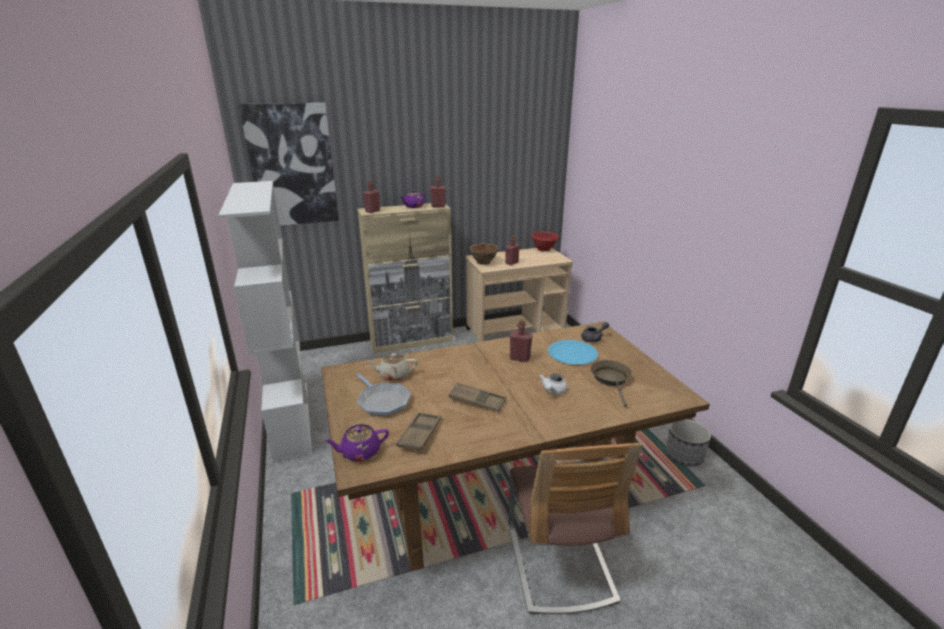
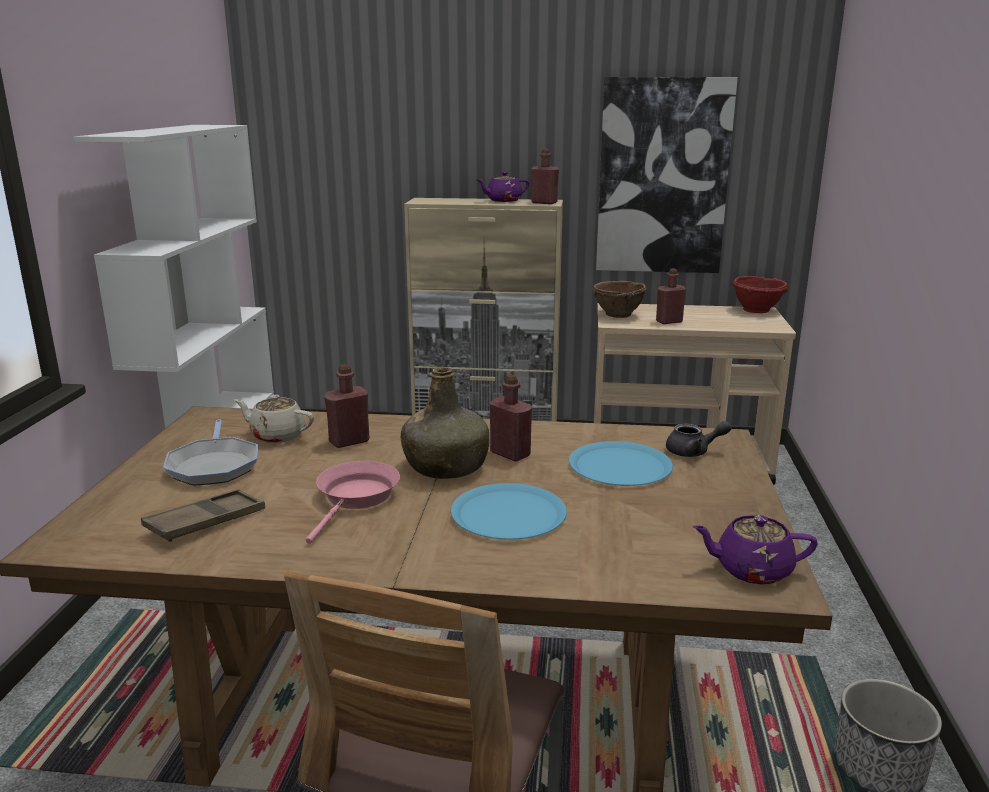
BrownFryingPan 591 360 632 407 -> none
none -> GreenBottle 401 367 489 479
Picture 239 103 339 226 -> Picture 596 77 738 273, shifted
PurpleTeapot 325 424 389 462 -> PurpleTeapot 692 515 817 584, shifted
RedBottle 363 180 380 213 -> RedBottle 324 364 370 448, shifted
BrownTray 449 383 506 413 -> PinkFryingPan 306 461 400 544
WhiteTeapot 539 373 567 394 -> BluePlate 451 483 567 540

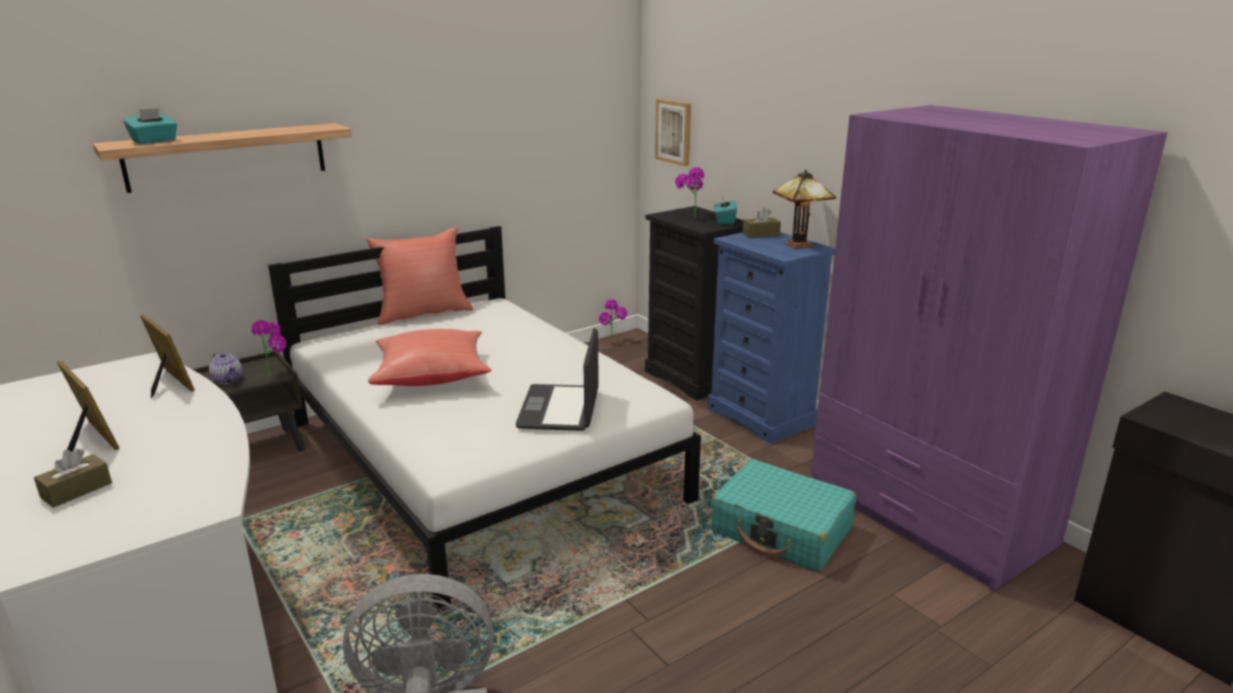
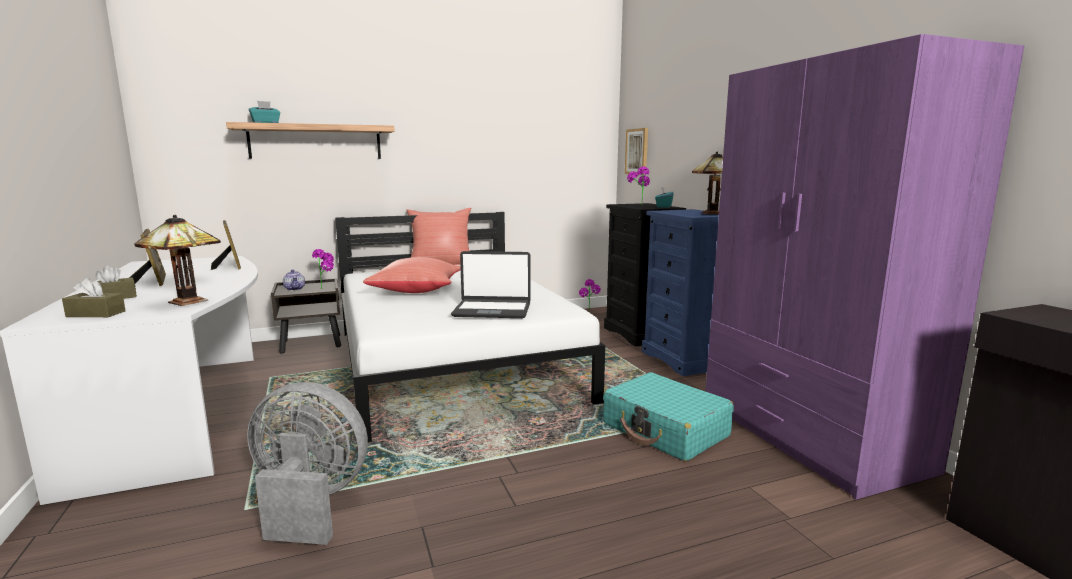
none -> TableLamp 134 214 221 306
BrownTissueBox 742 207 781 238 -> BrownTissueBox 62 278 125 317, shifted
Laptop 515 328 599 431 -> Laptop 451 251 531 318, 105 degrees counterclockwise

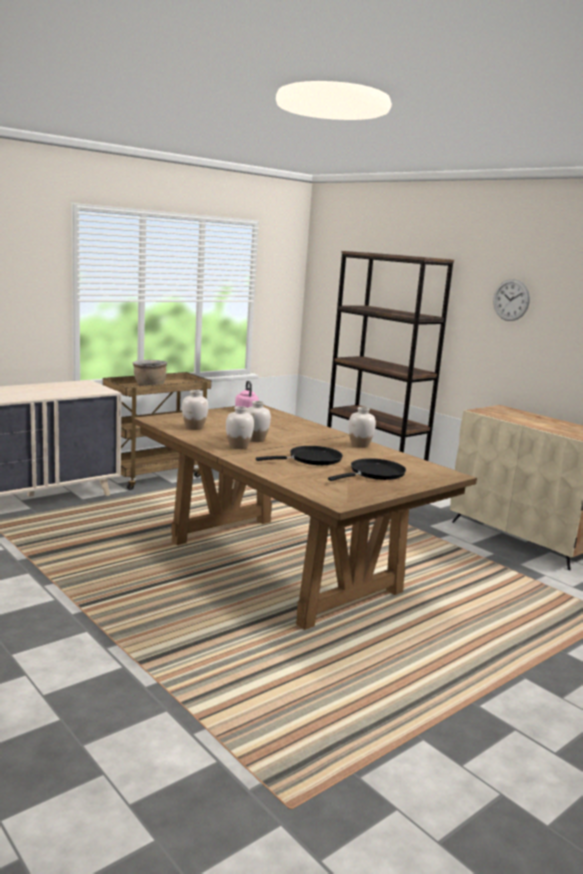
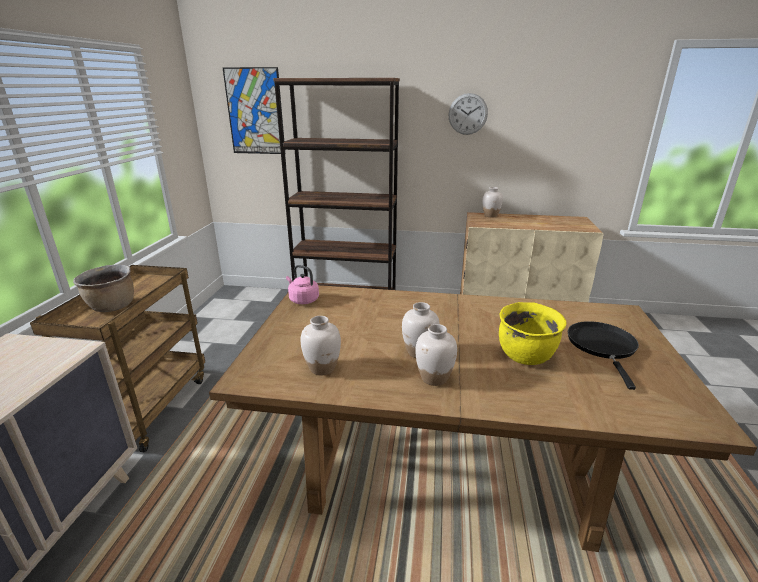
none -> Picture 222 67 284 154
WhiteVase 349 407 376 448 -> WhiteVase 482 187 503 217, shifted
BlackFryingPan 256 446 343 465 -> YellowCookingPot 499 302 567 365

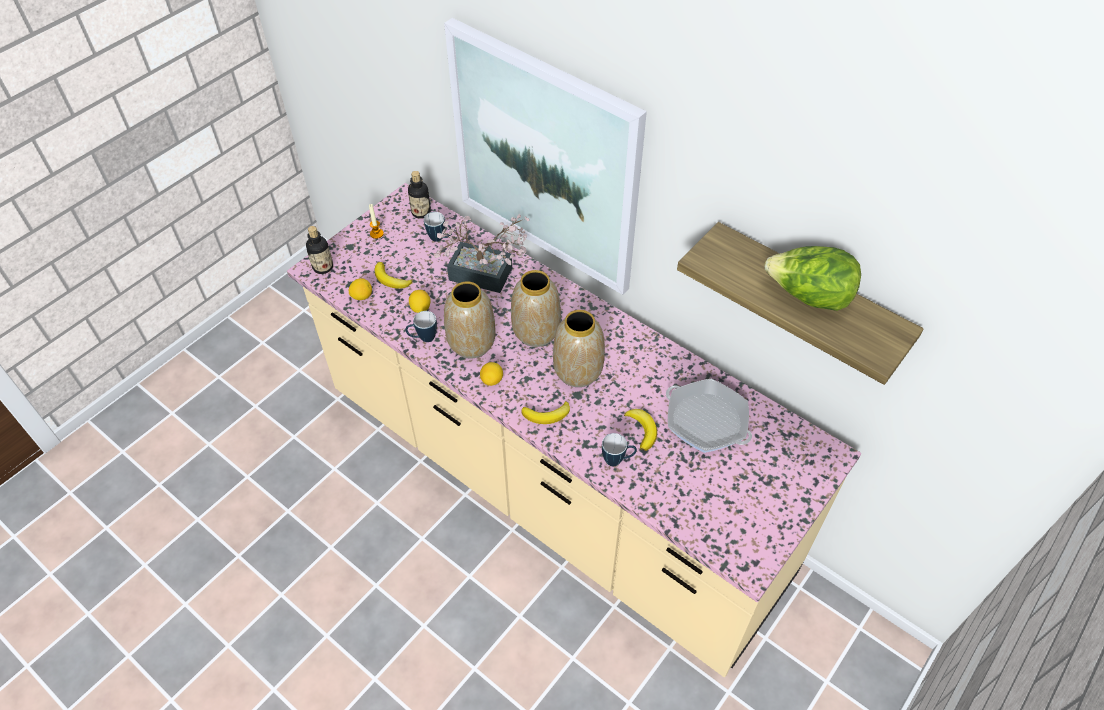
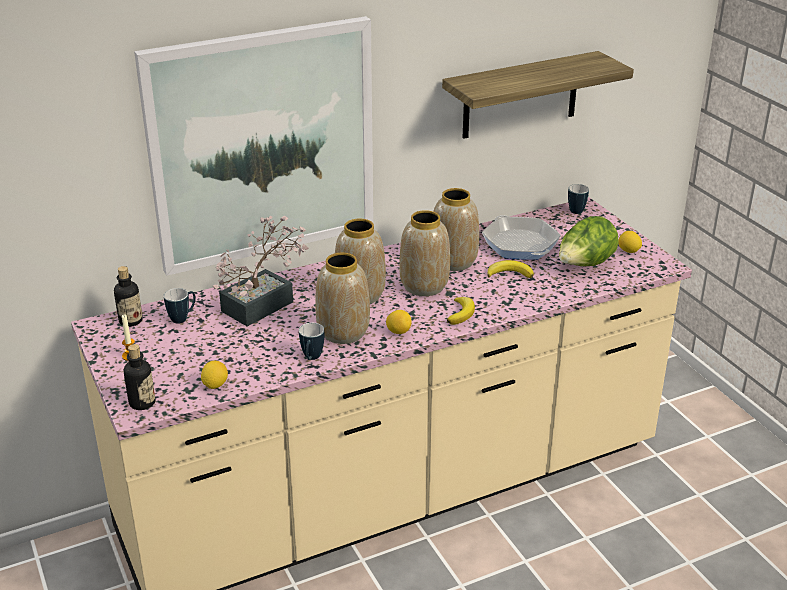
Banana 375 262 413 289 -> none
none -> Vase 433 188 479 271
Lemon 409 290 431 313 -> Lemon 618 231 642 253, shifted
Mug 602 433 637 466 -> Mug 568 184 589 214, shifted
Lettuce 764 246 861 311 -> Lettuce 559 216 619 266, shifted
FryingPan 666 378 752 453 -> FryingPan 482 215 561 260, 90 degrees counterclockwise

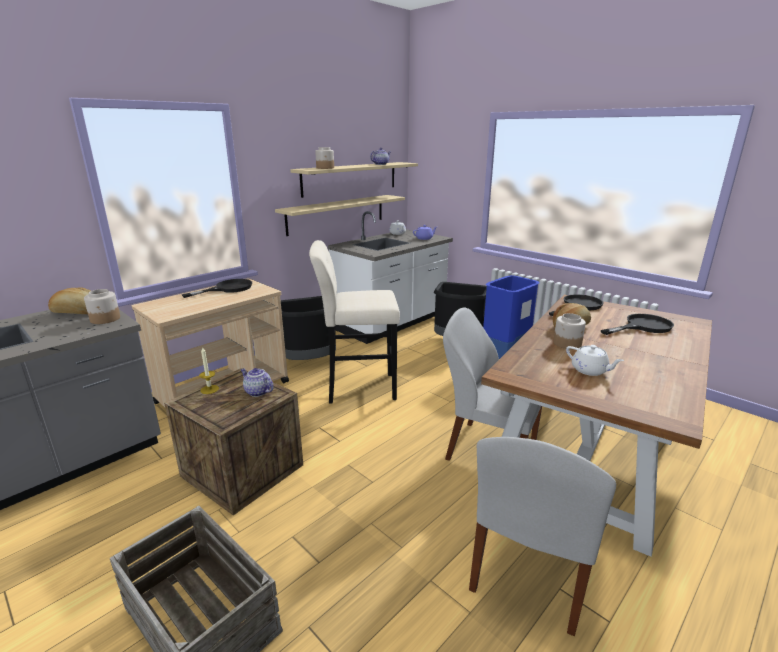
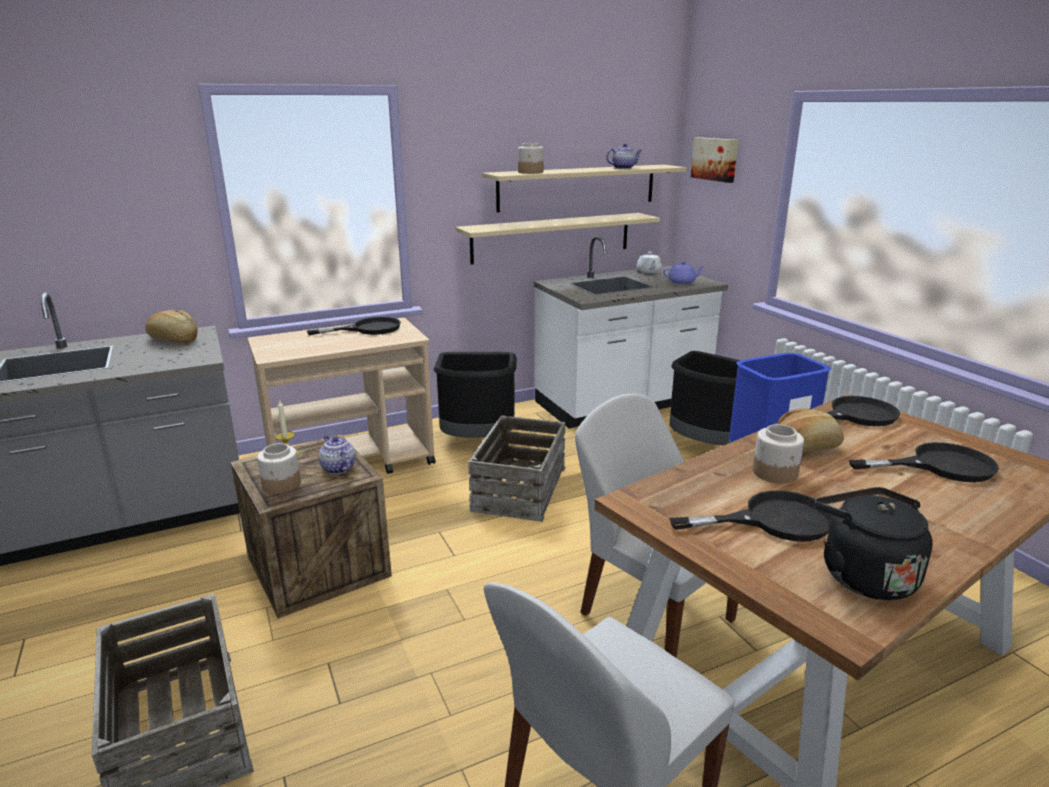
none -> Picture 691 137 738 183
none -> BlackKettle 815 487 933 600
Jar 84 289 120 324 -> Jar 257 443 301 494, shifted
BeigeStool 309 240 400 404 -> Crate 468 416 565 522
WhiteTeapot 566 345 624 376 -> BlackFryingPan 669 490 833 542

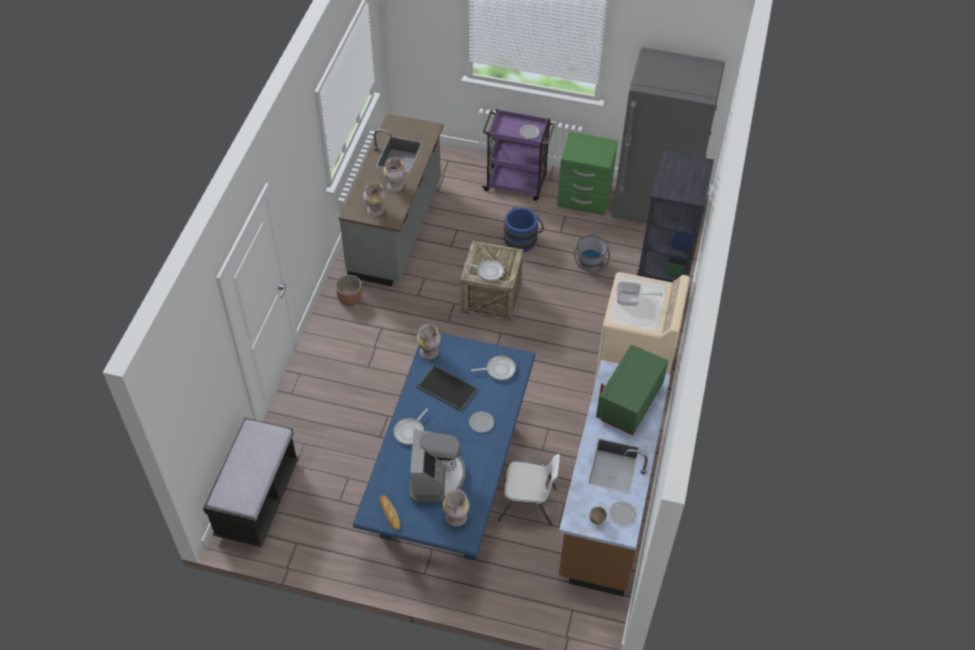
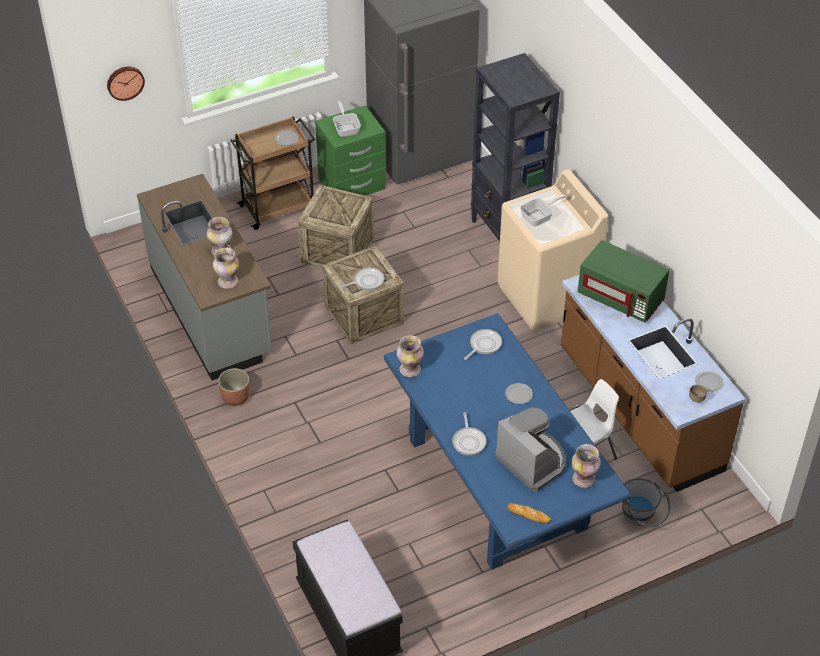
Tray 417 365 478 411 -> none
none -> WallClock 107 67 145 101
none -> FryingPan 333 101 361 137
GreyBucket 574 235 610 272 -> GreyBucket 622 478 670 527, shifted
BlueBucket 504 207 544 253 -> Crate 298 185 374 268
PurpleCart 482 109 555 201 -> BrownCart 230 116 315 230
GreenMicrowave 596 344 668 435 -> GreenMicrowave 578 240 669 323, 45 degrees counterclockwise

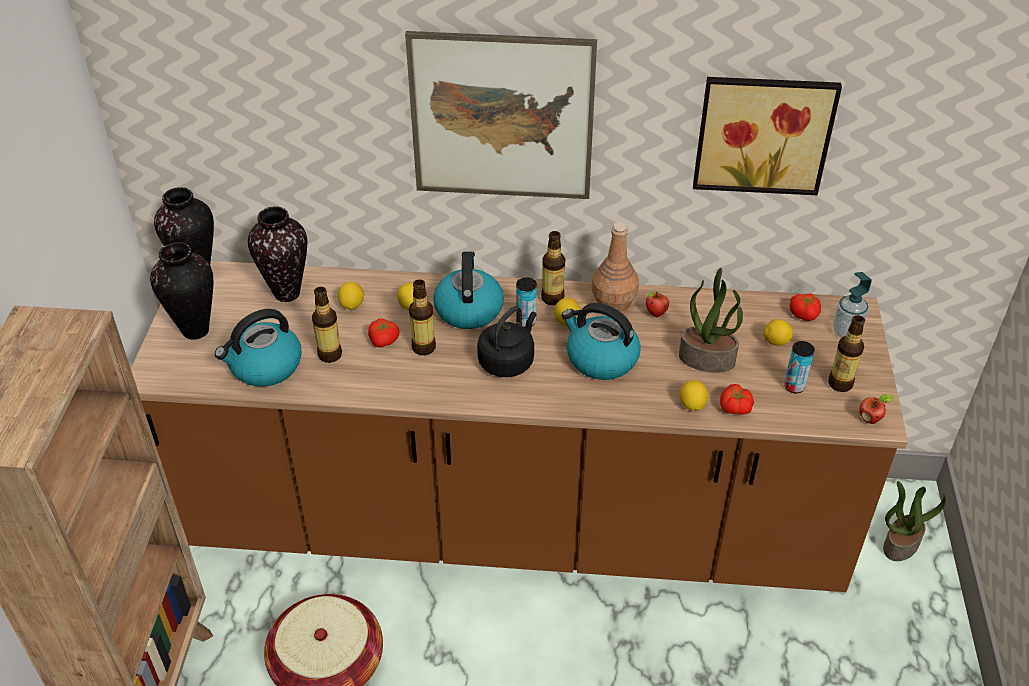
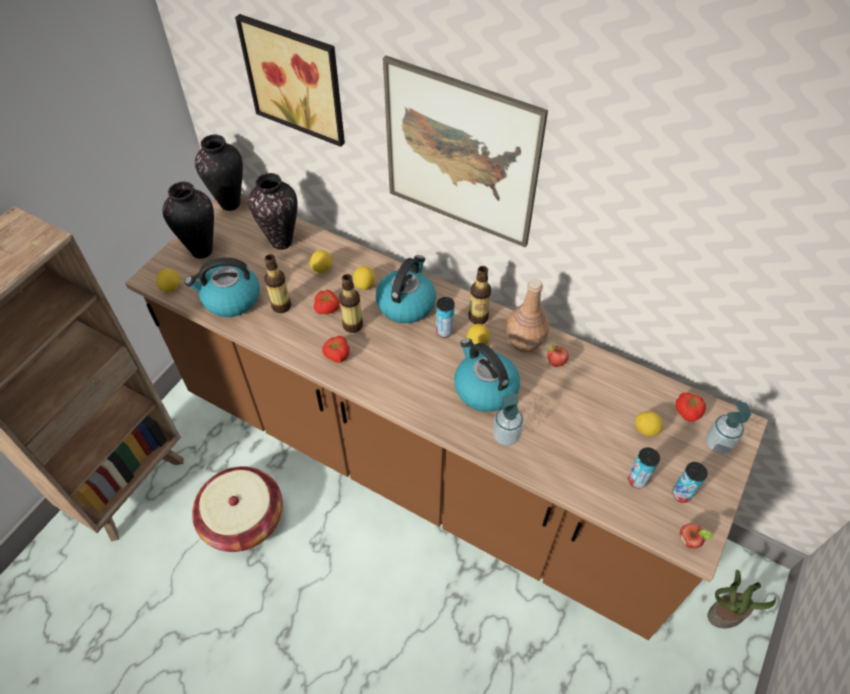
BlackKettle 477 306 537 377 -> none
PottedPlant 679 268 743 373 -> none
none -> SoapDispenser 493 393 523 446
Lemon 680 380 708 411 -> Lemon 157 269 180 293, shifted
Picture 693 77 842 195 -> Picture 235 14 345 147, shifted
Tomato 720 384 754 415 -> Tomato 322 336 350 363, shifted
Bottle 828 315 865 392 -> Can 672 462 708 503

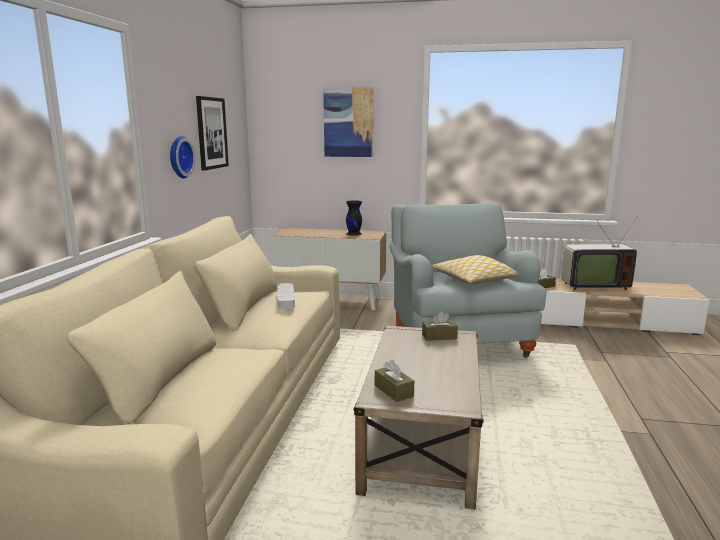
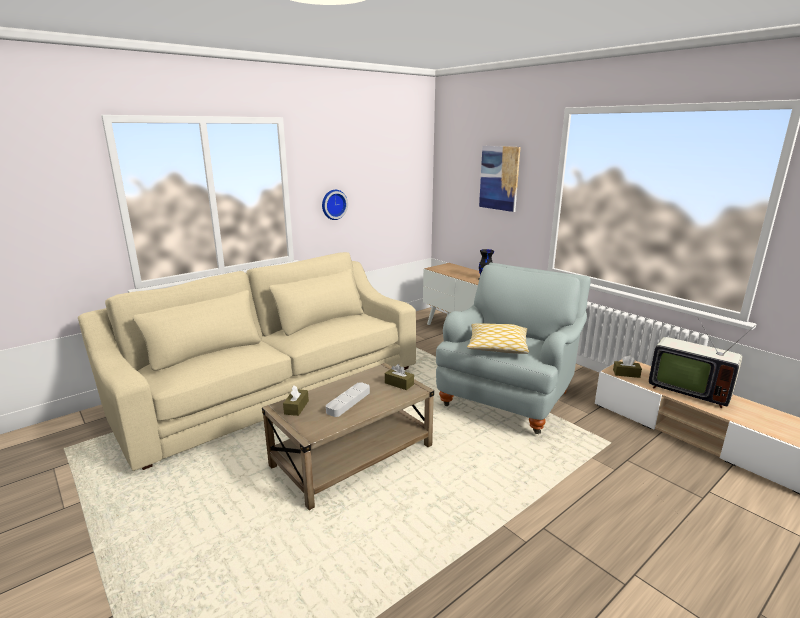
Picture 196 96 229 170 -> none
GreyTray 277 283 295 309 -> GreyTray 326 382 370 417, shifted

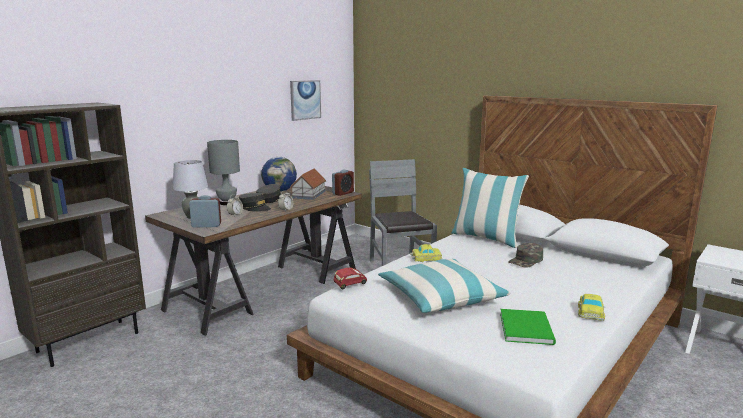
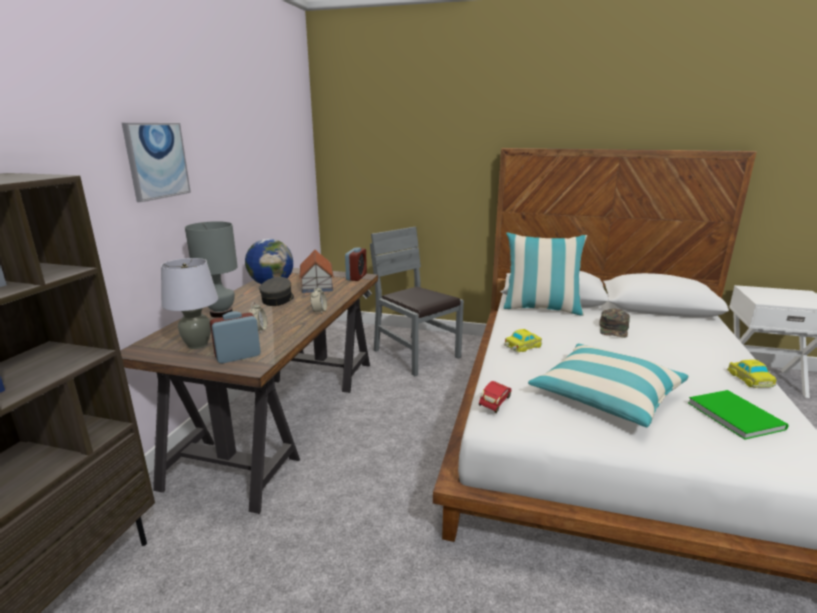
GreyCap 239 193 271 211 -> none
Picture 290 80 321 121 -> Picture 122 123 191 202, shifted

